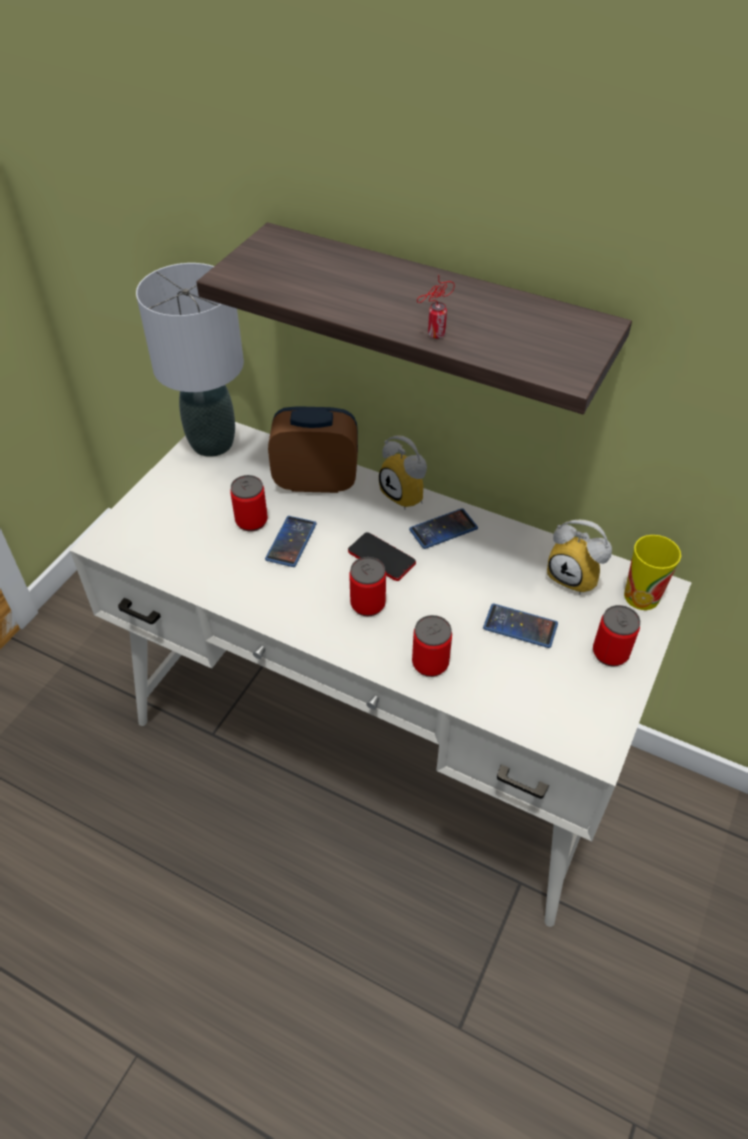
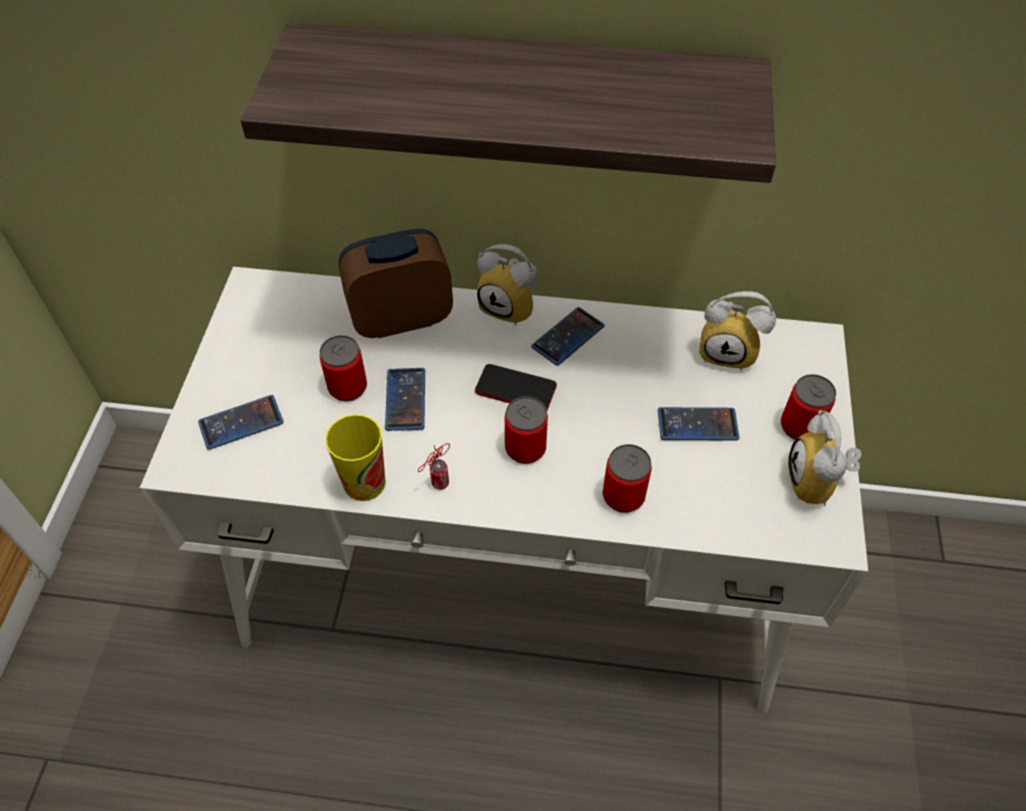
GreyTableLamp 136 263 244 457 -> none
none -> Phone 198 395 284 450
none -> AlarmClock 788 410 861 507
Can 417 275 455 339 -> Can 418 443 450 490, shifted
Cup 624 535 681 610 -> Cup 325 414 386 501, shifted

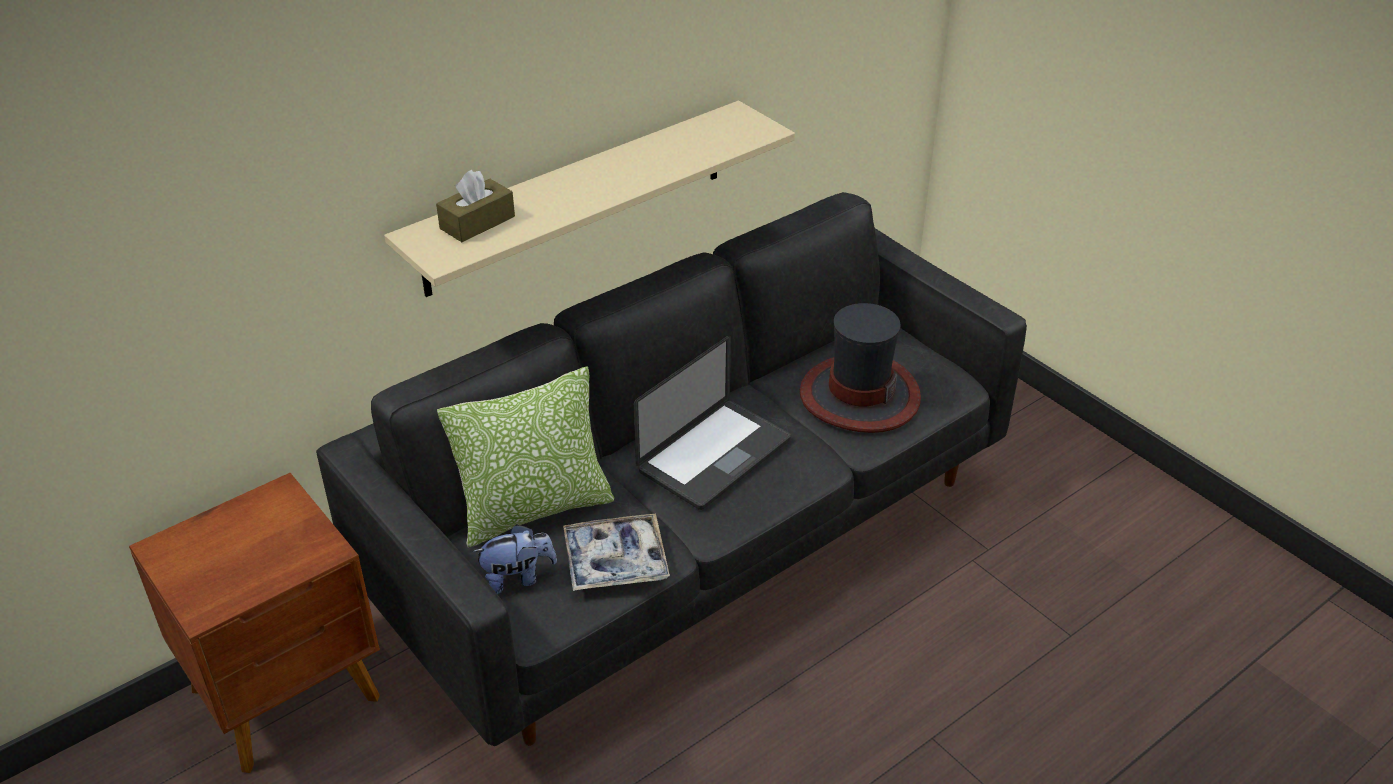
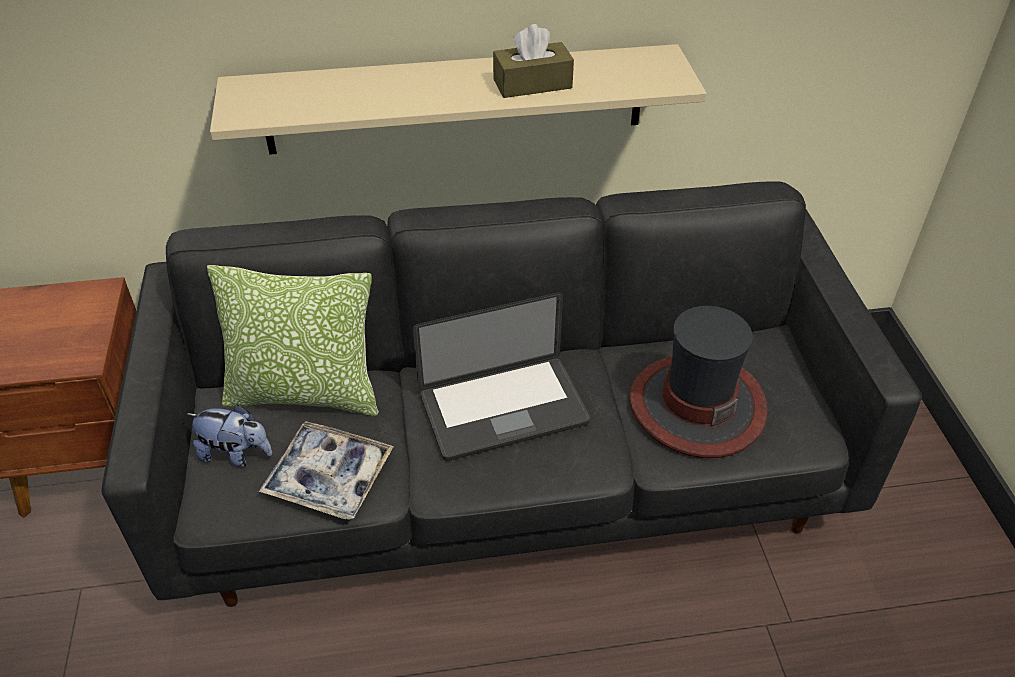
BrownTissueBox 436 170 515 242 -> BrownTissueBox 493 24 574 98, shifted

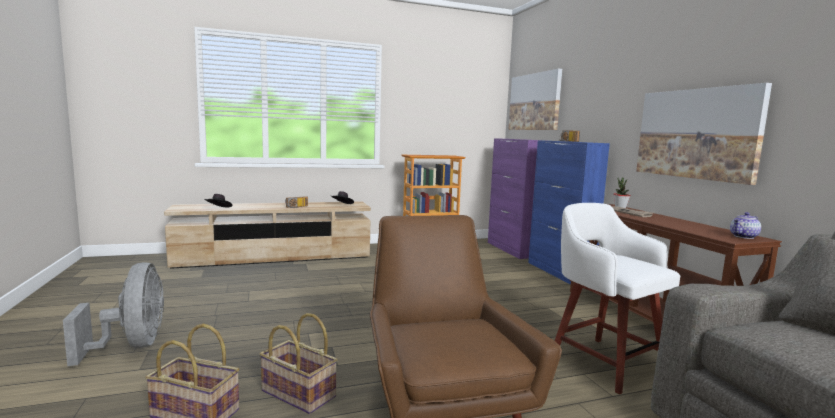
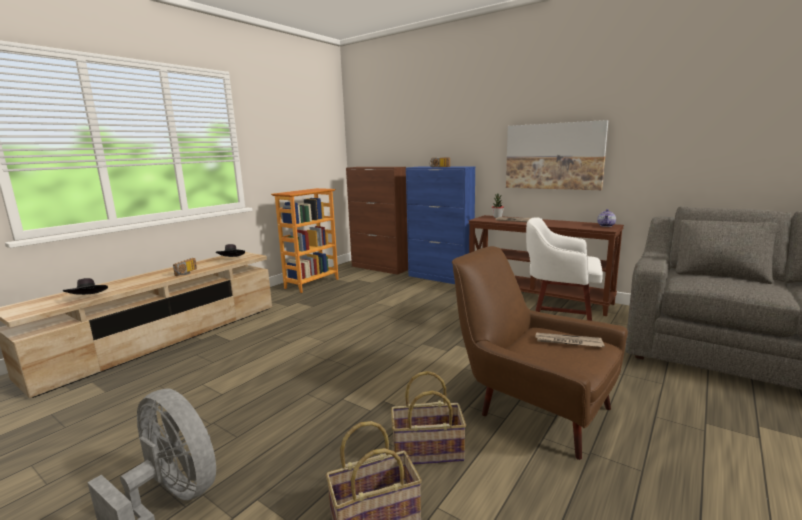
Picture 508 69 562 130 -> none
none -> Newspaper 535 332 604 347
PurpleCabinet 488 138 545 259 -> BrownCabinet 346 167 408 275

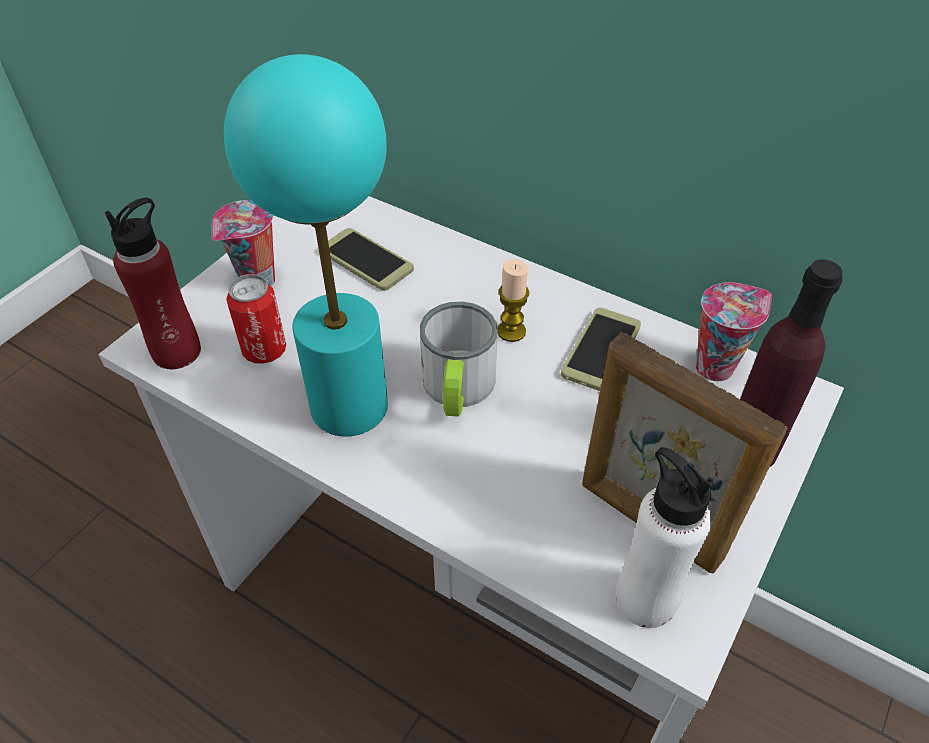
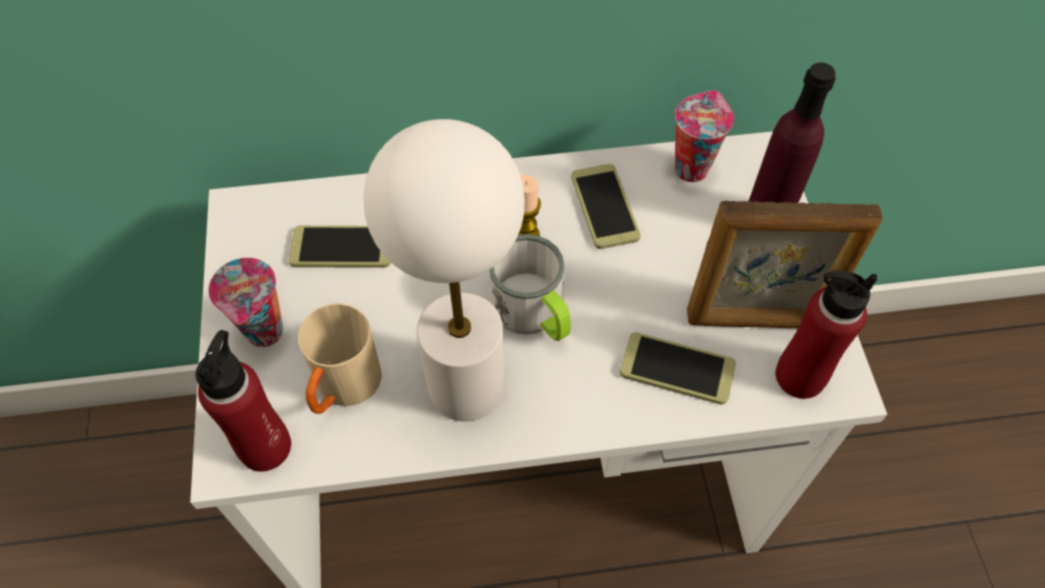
none -> Phone 620 332 736 405
Can 226 274 286 364 -> BeigeMug 298 303 382 414
TurquoiseTableLamp 224 54 388 436 -> WhiteTableLamp 363 119 525 422
WhiteBottle 616 447 714 628 -> RedBottle 775 271 877 399

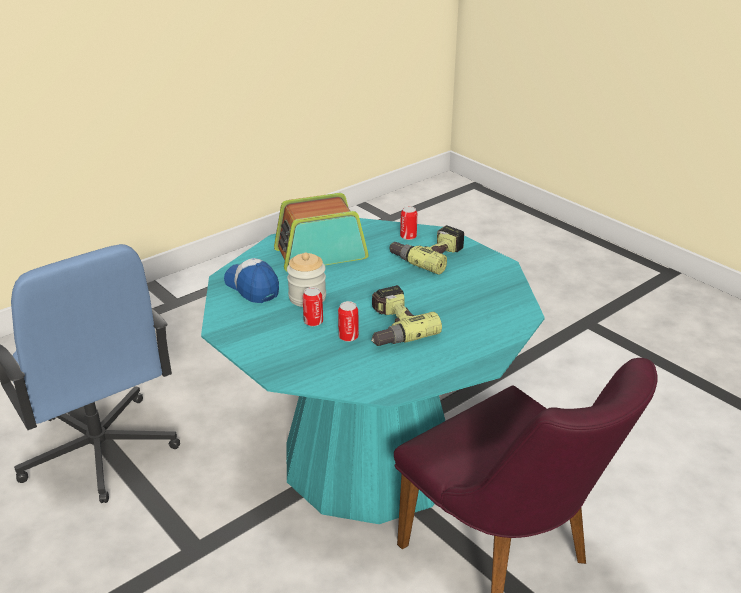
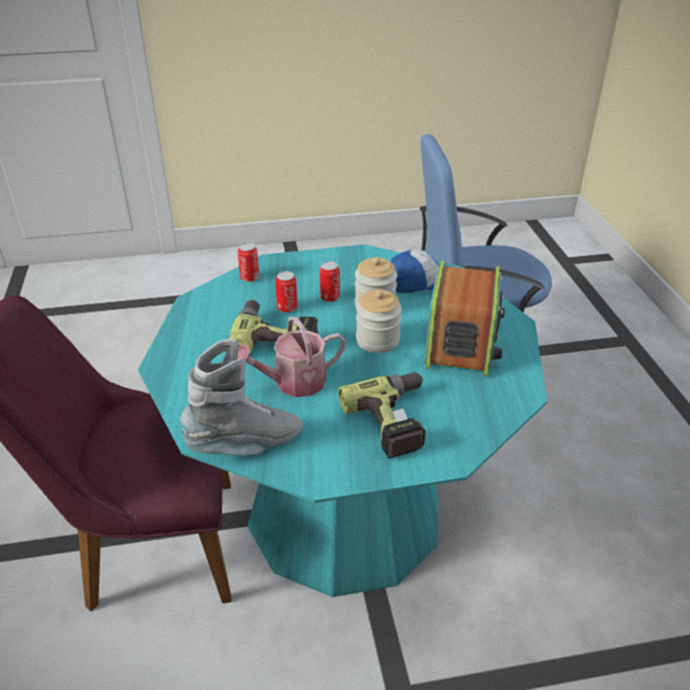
none -> GreyBoot 178 339 303 456
none -> WateringCan 238 317 346 397
none -> Jar 356 289 402 353
Can 400 206 417 240 -> Can 238 242 259 282, shifted

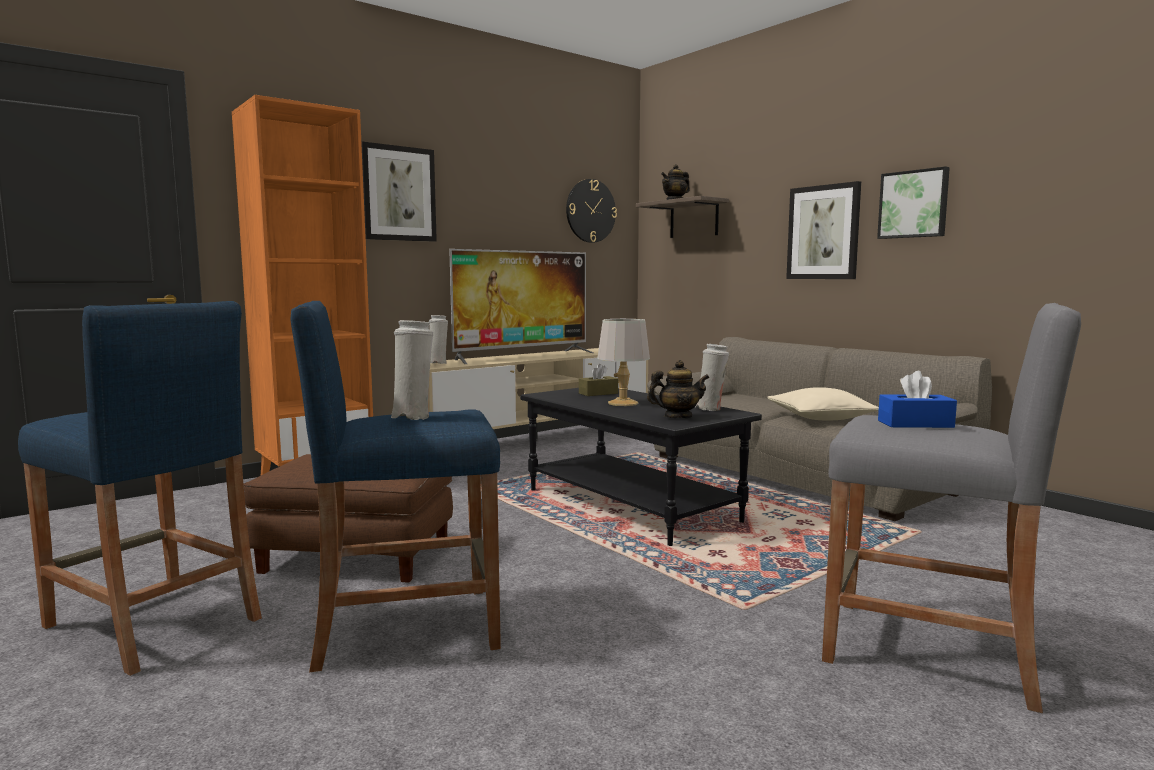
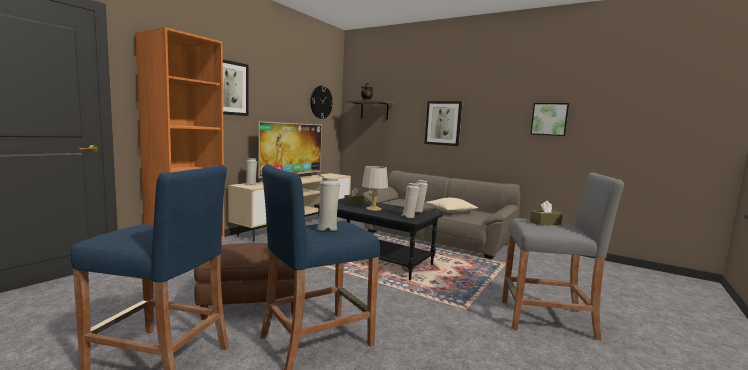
Picture 877 166 950 239 -> Picture 530 103 569 136, shifted
Teapot 647 360 709 418 -> WhiteVase 402 183 420 218
BlueTissueBox 878 371 957 428 -> BrownTissueBox 530 201 563 226

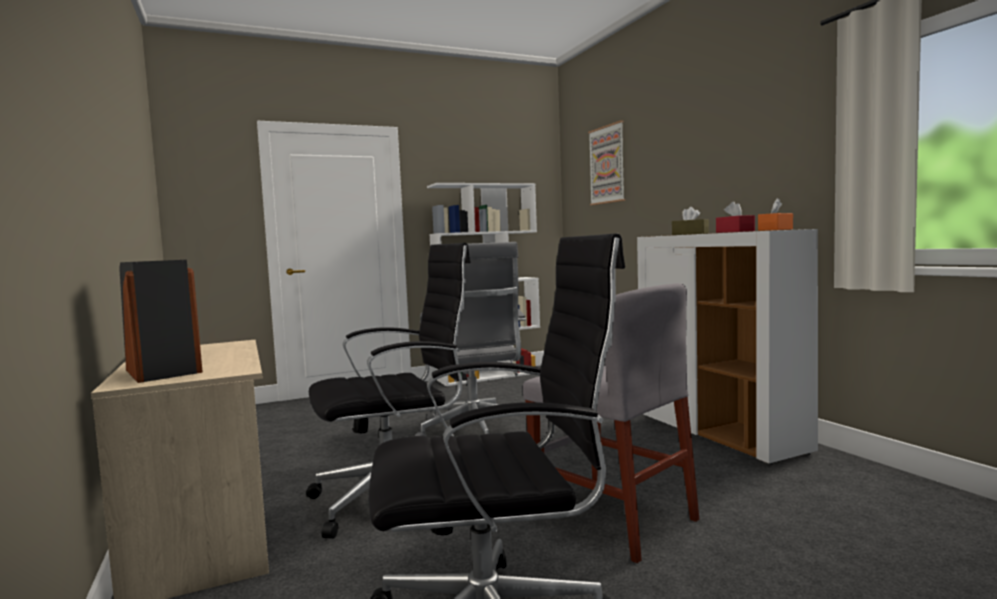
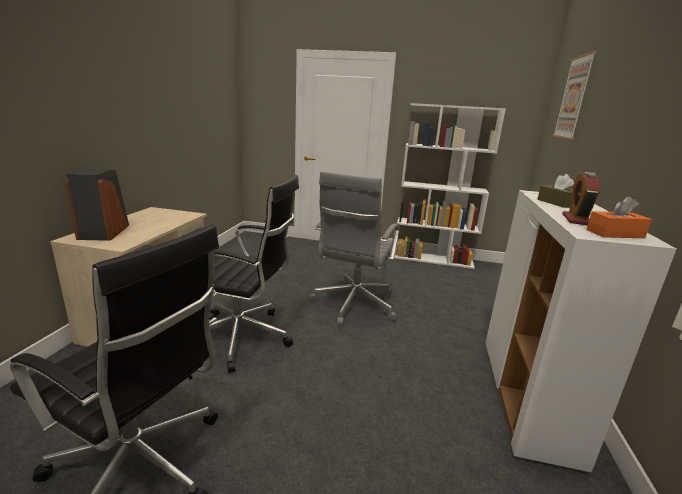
GreyChair 523 283 699 563 -> none
RedTissueBox 716 201 755 233 -> AlarmClock 562 172 600 225

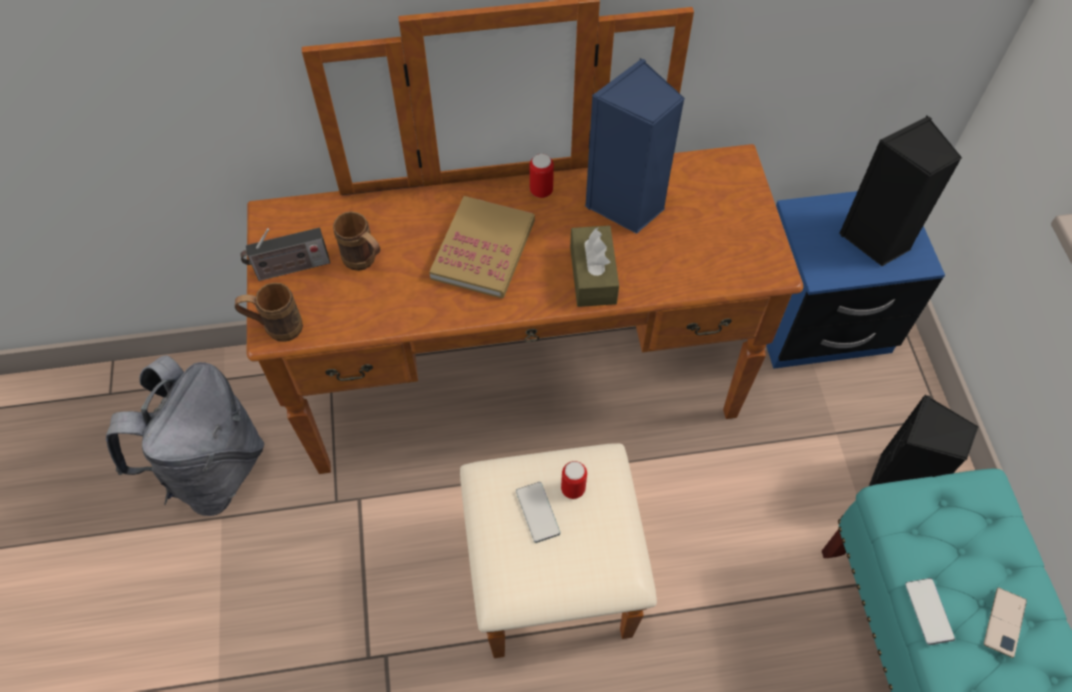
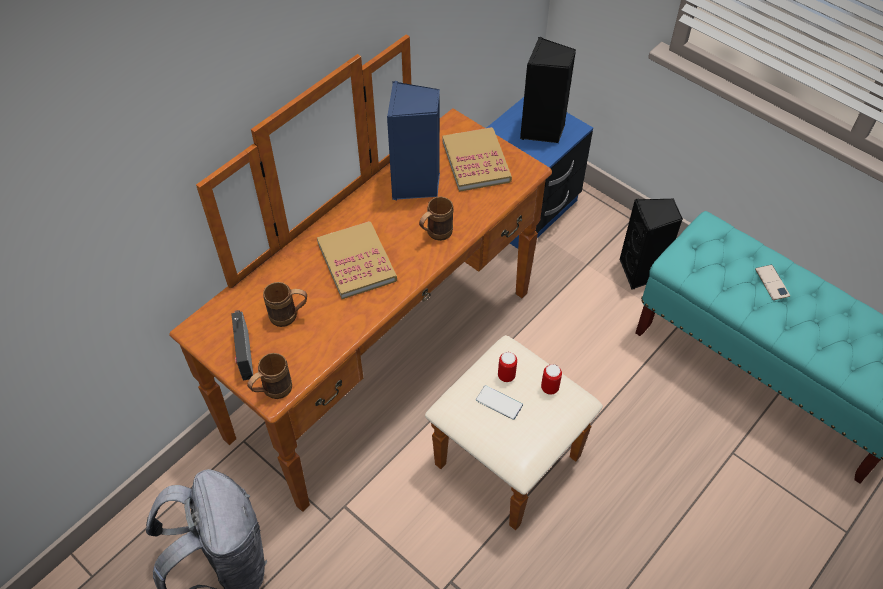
Phone 905 578 955 645 -> none
none -> Book 442 127 512 192
Can 530 154 554 198 -> Can 541 364 562 395, shifted
BrownTissueBox 570 226 619 307 -> BrownMug 419 197 454 241
Radio 240 228 330 281 -> Radio 231 310 253 381, 135 degrees clockwise

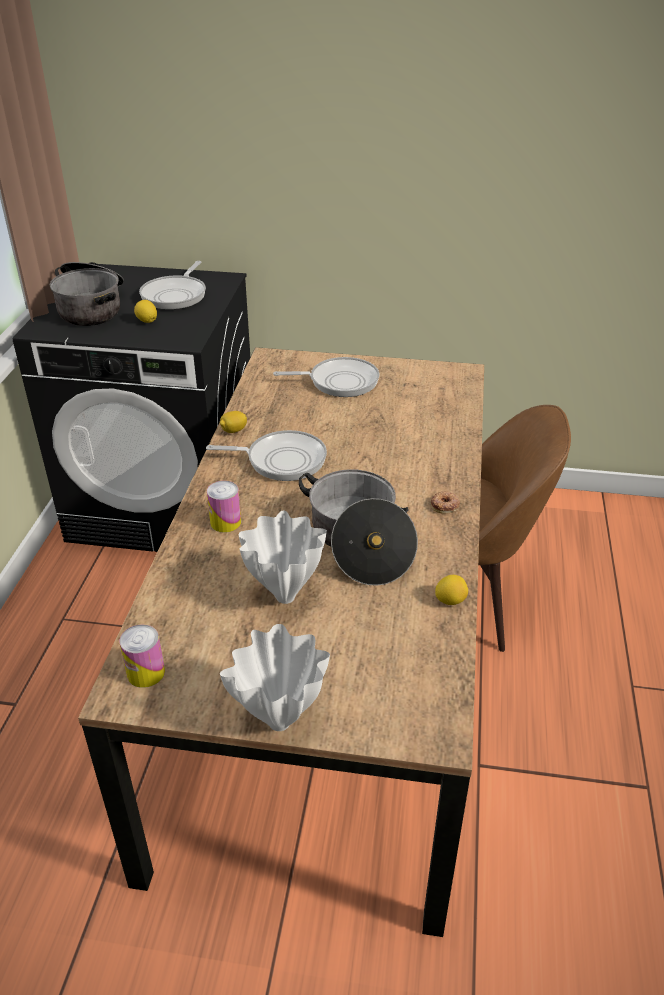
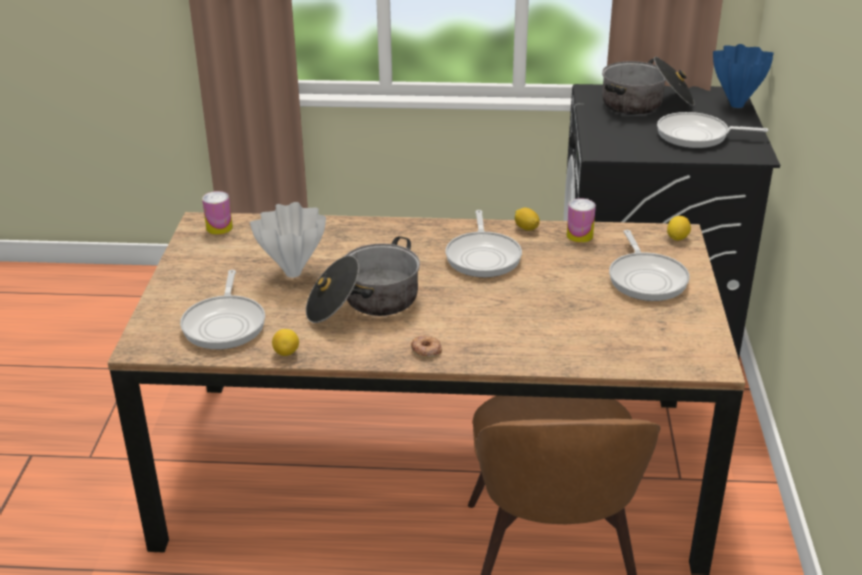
WhiteVase 220 624 330 731 -> none
none -> FryingPan 180 270 265 349
none -> BlueVase 713 44 774 108
Lemon 134 300 157 323 -> Lemon 667 216 691 241, shifted
Can 207 481 241 533 -> Can 567 198 596 243, shifted

